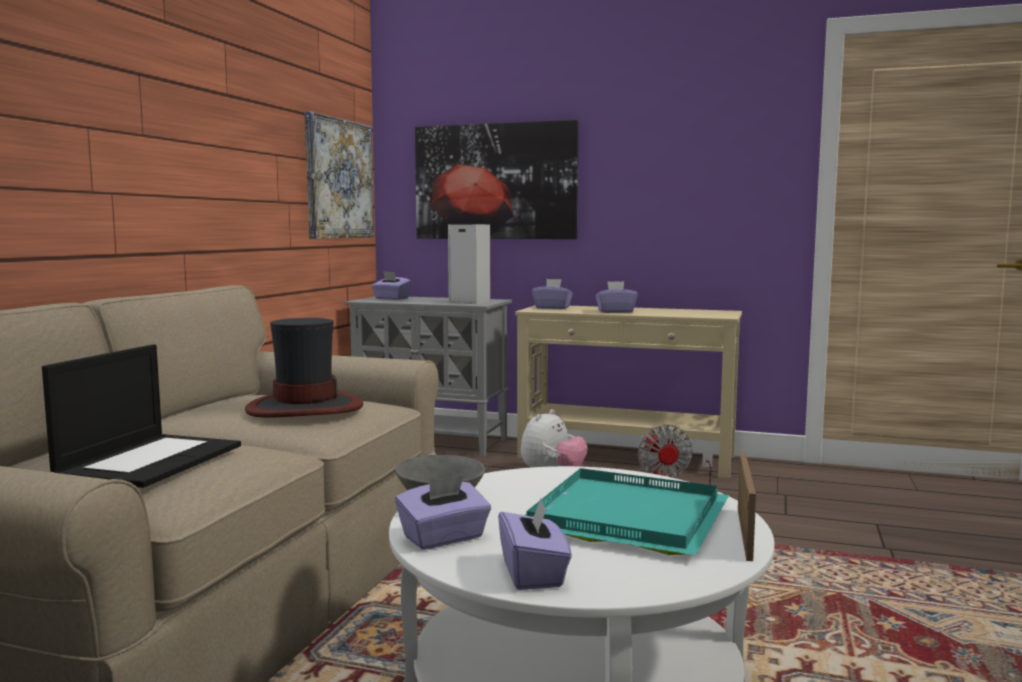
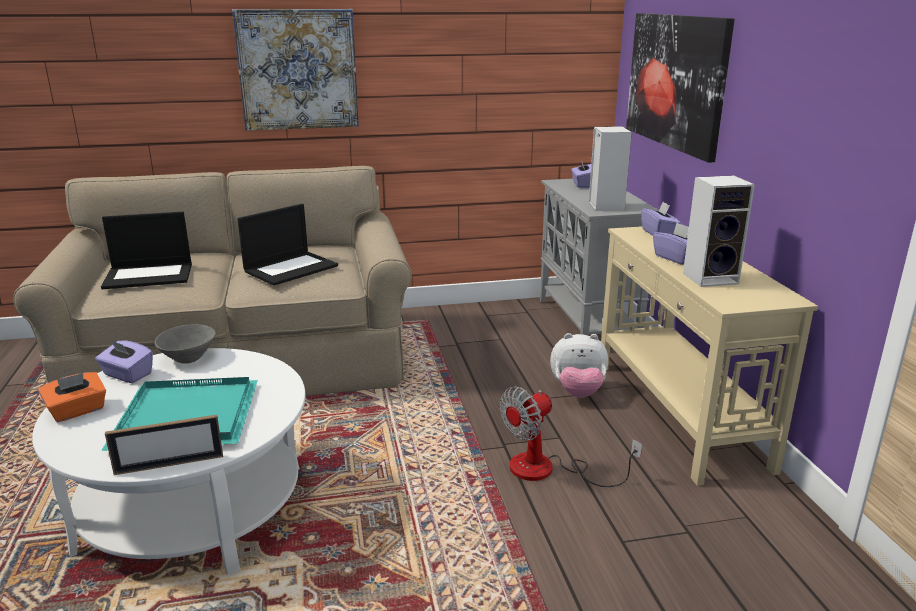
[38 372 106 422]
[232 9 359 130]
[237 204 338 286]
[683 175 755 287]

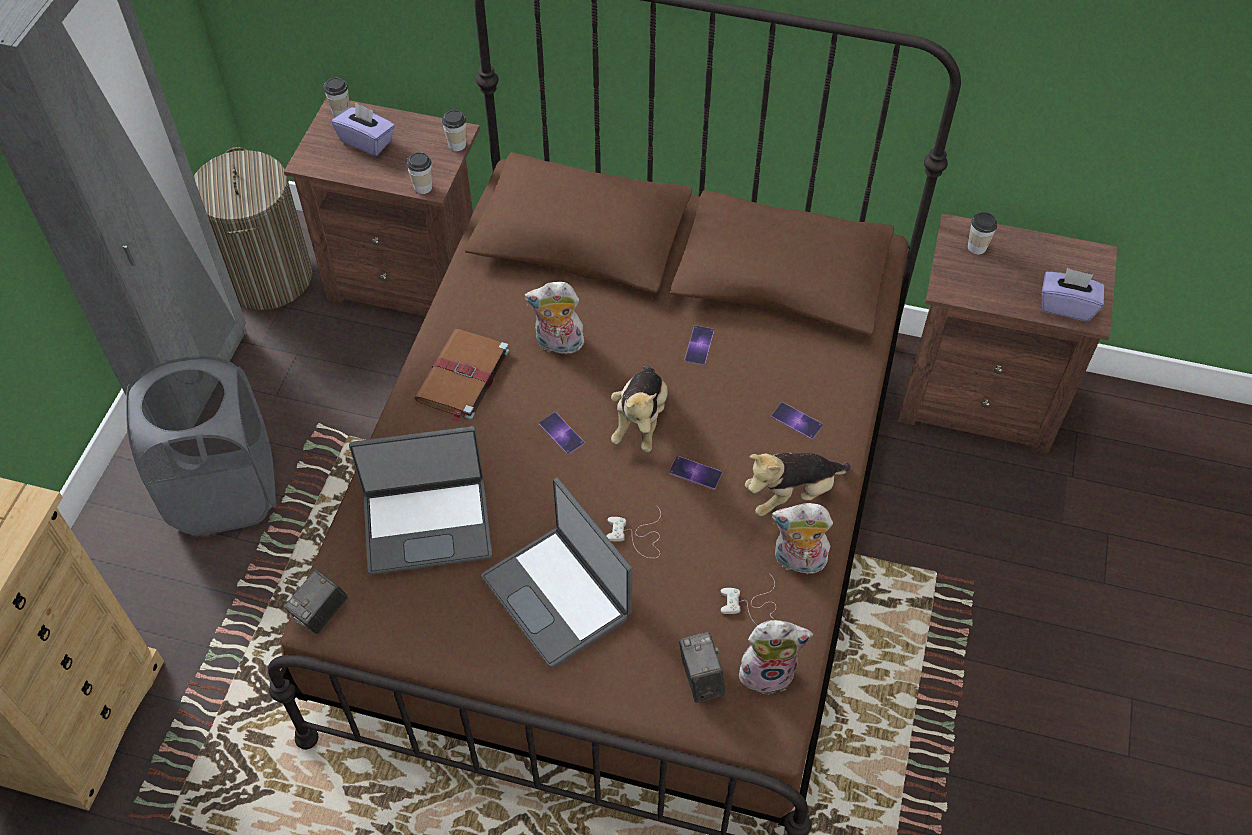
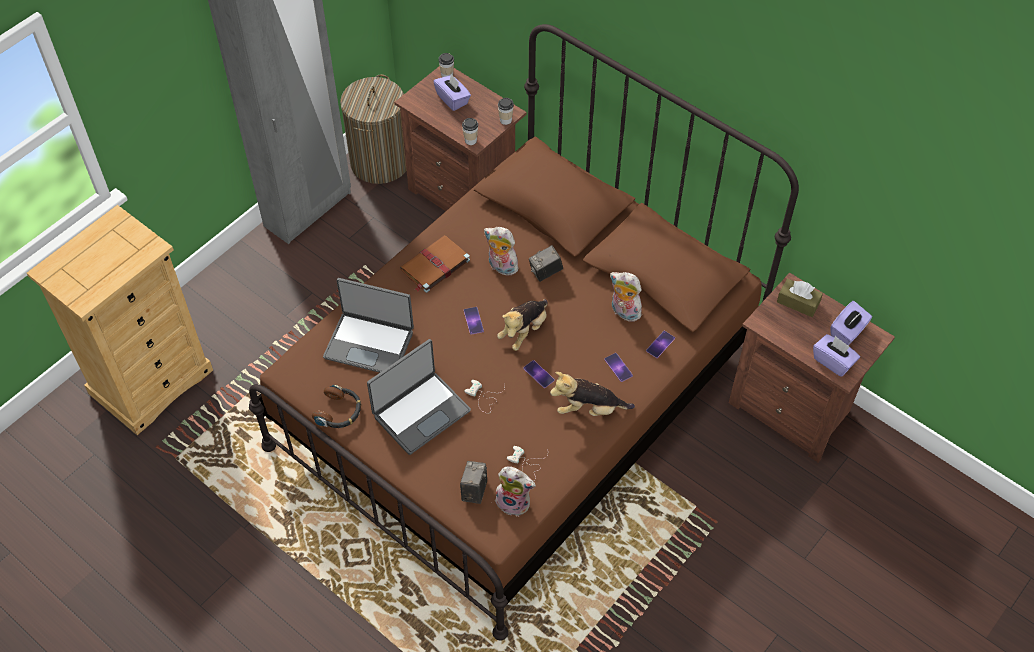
[312 385 361 428]
[367 339 471 455]
[529 245 563 282]
[610 272 642 322]
[646 331 675 358]
[777 279 823 317]
[830 301 872 346]
[126 355 276 535] (first image)

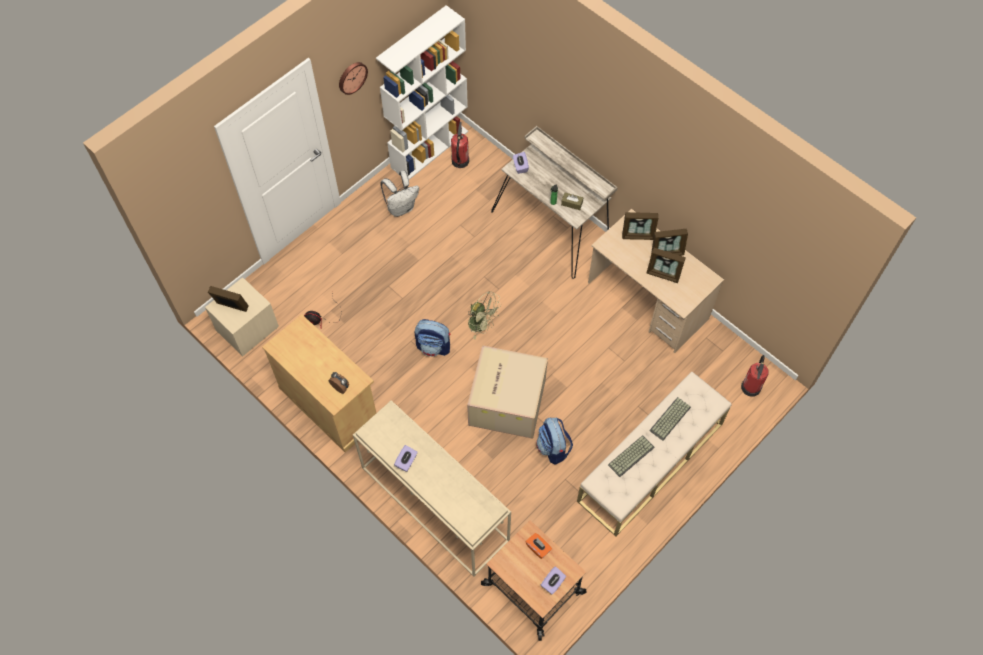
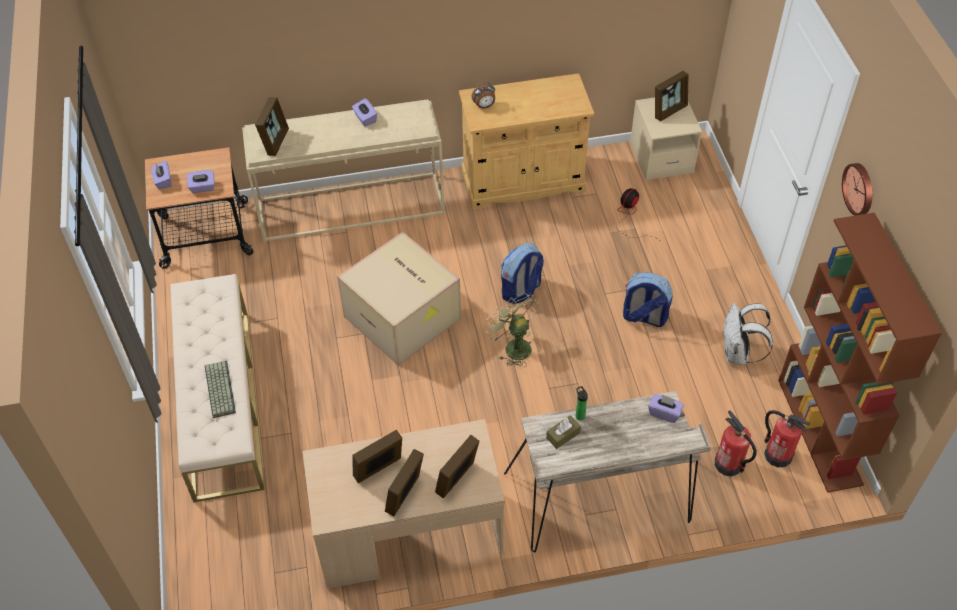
[186 170 215 193]
[255 97 289 156]
[485 292 539 367]
[623 272 672 327]
[715 410 757 476]
[778 212 942 493]
[608 435 655 477] (first image)

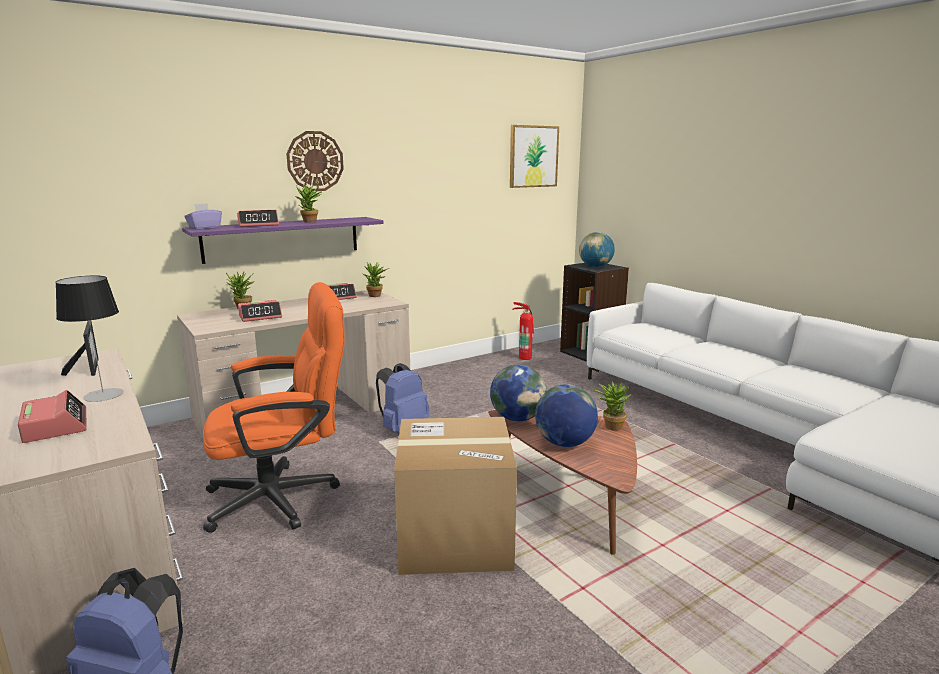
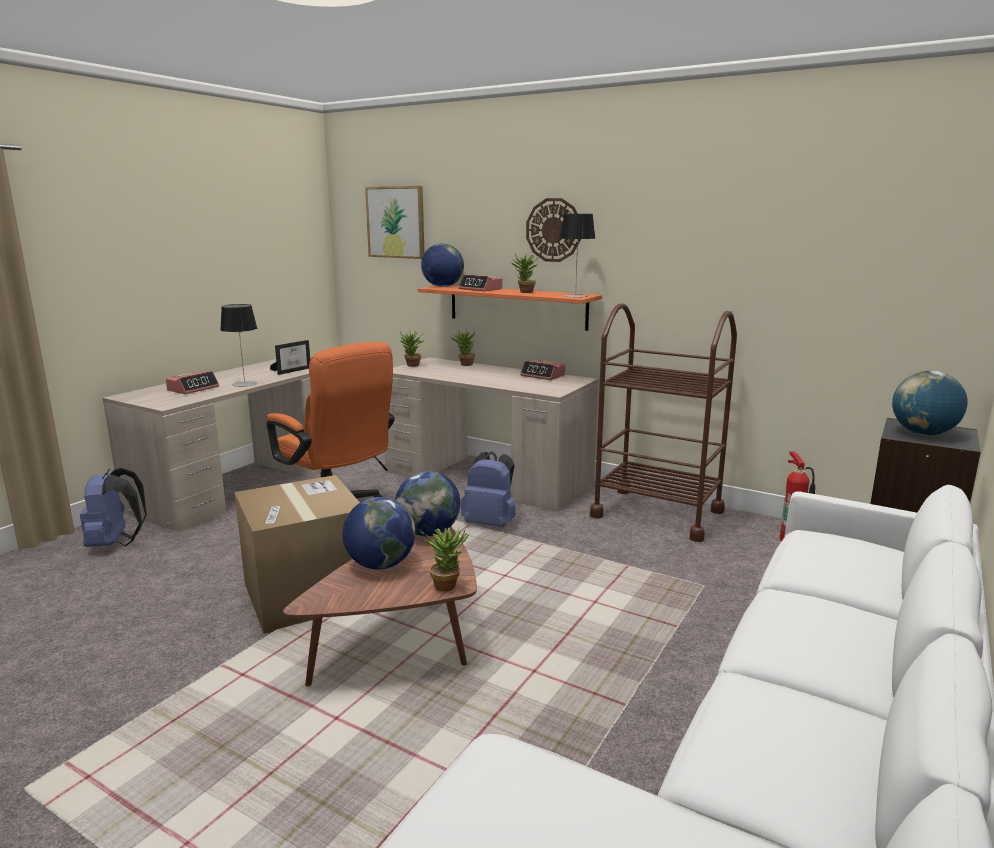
[365 186 424 259]
[400 330 425 367]
[418 285 602 331]
[421 243 464 287]
[560 214 595 297]
[590 303 737 542]
[238 300 282 322] (first image)

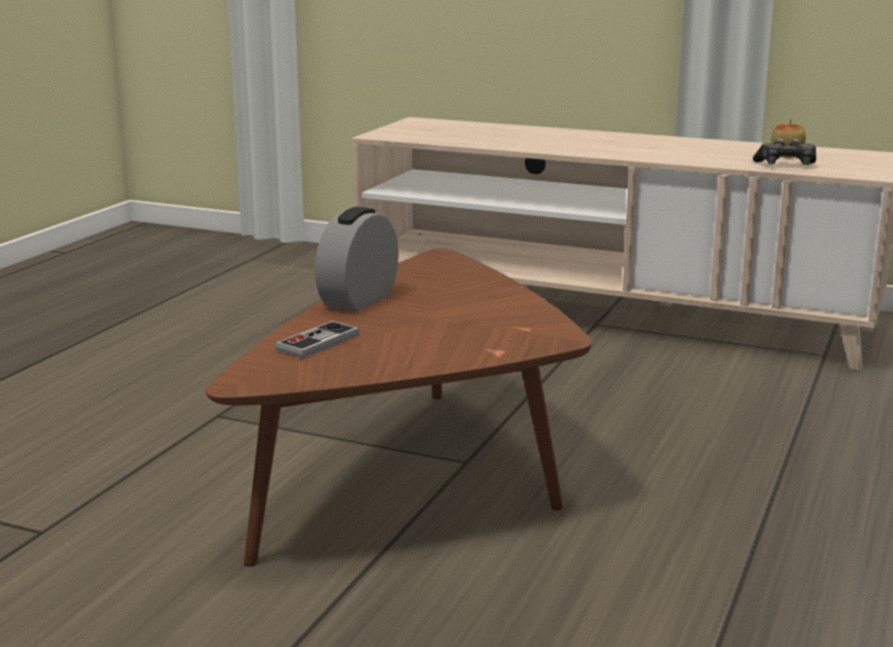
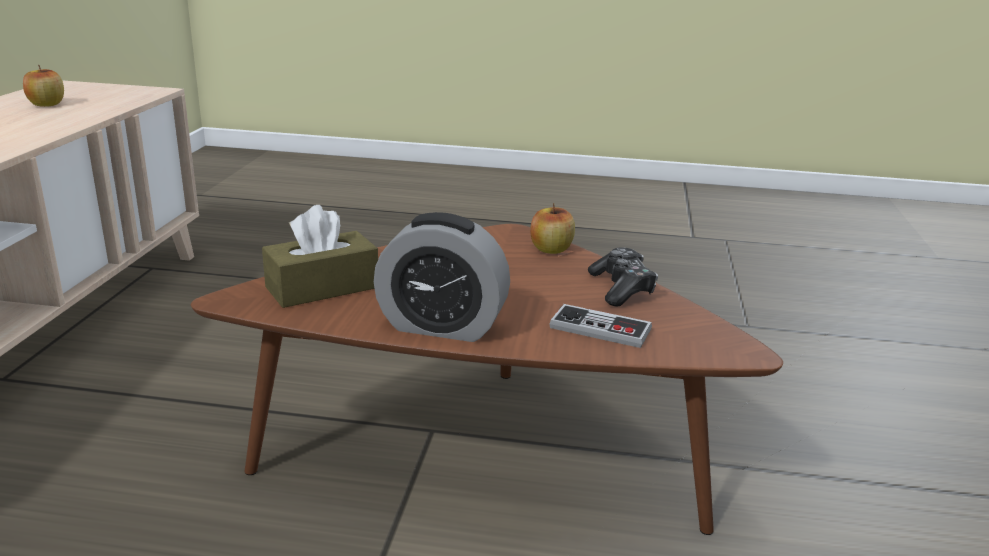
[262 205 378 308]
[530 203 575 254]
[588 247 658 306]

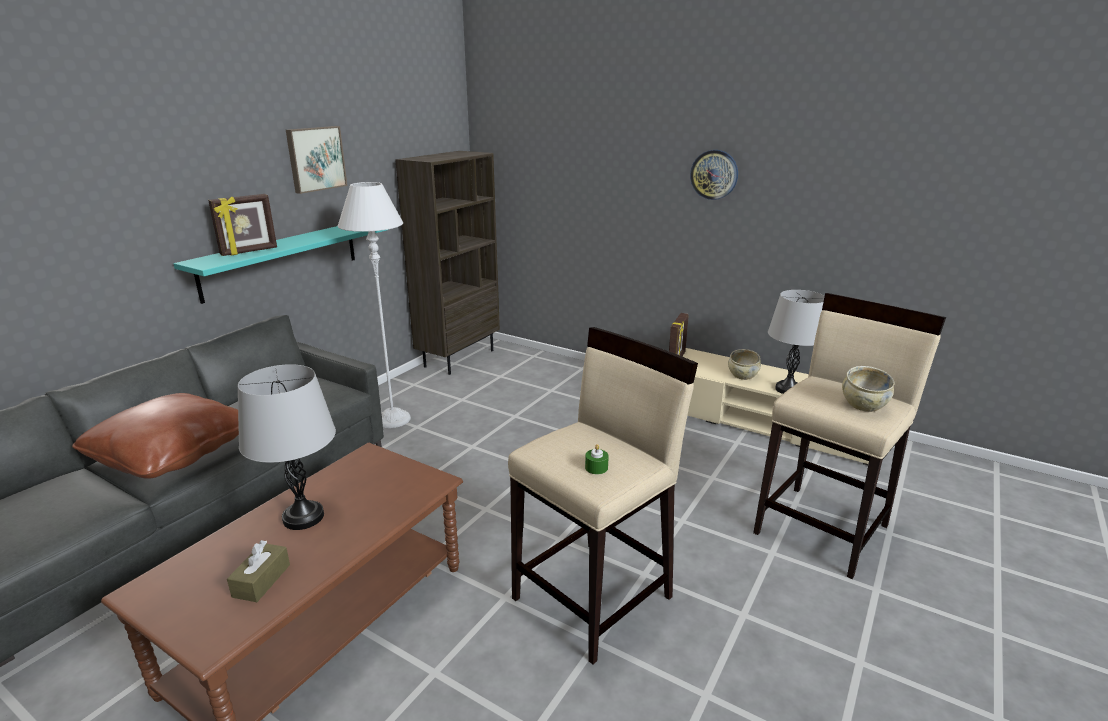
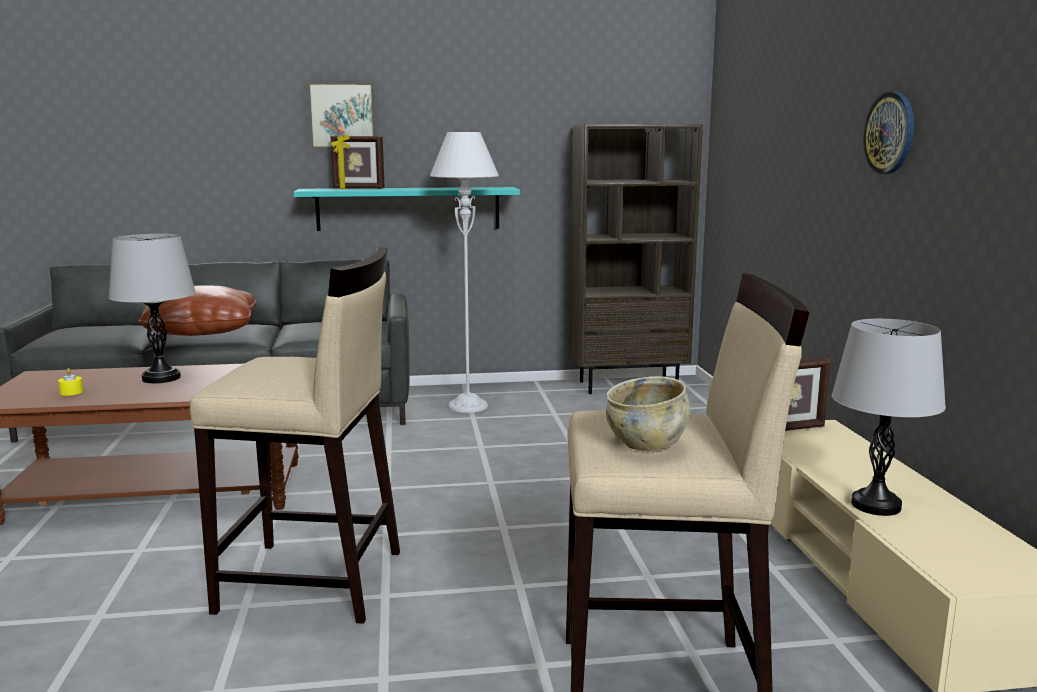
[58 368 83 396]
[308 83 375 148]
[585 444 609 474] (first image)
[728 349 761 380] (first image)

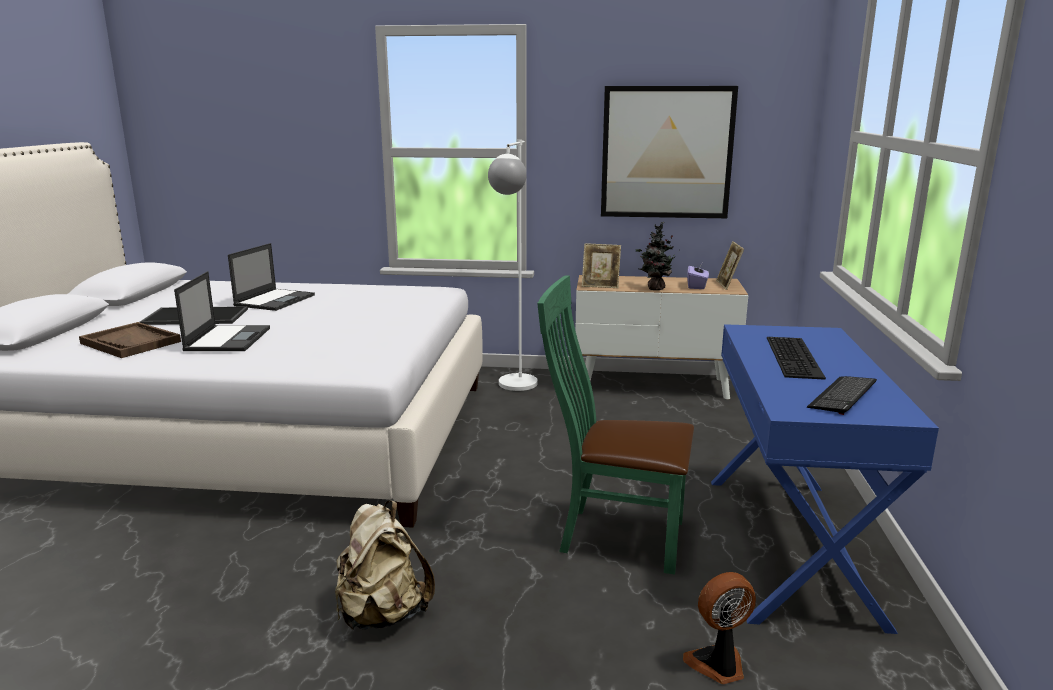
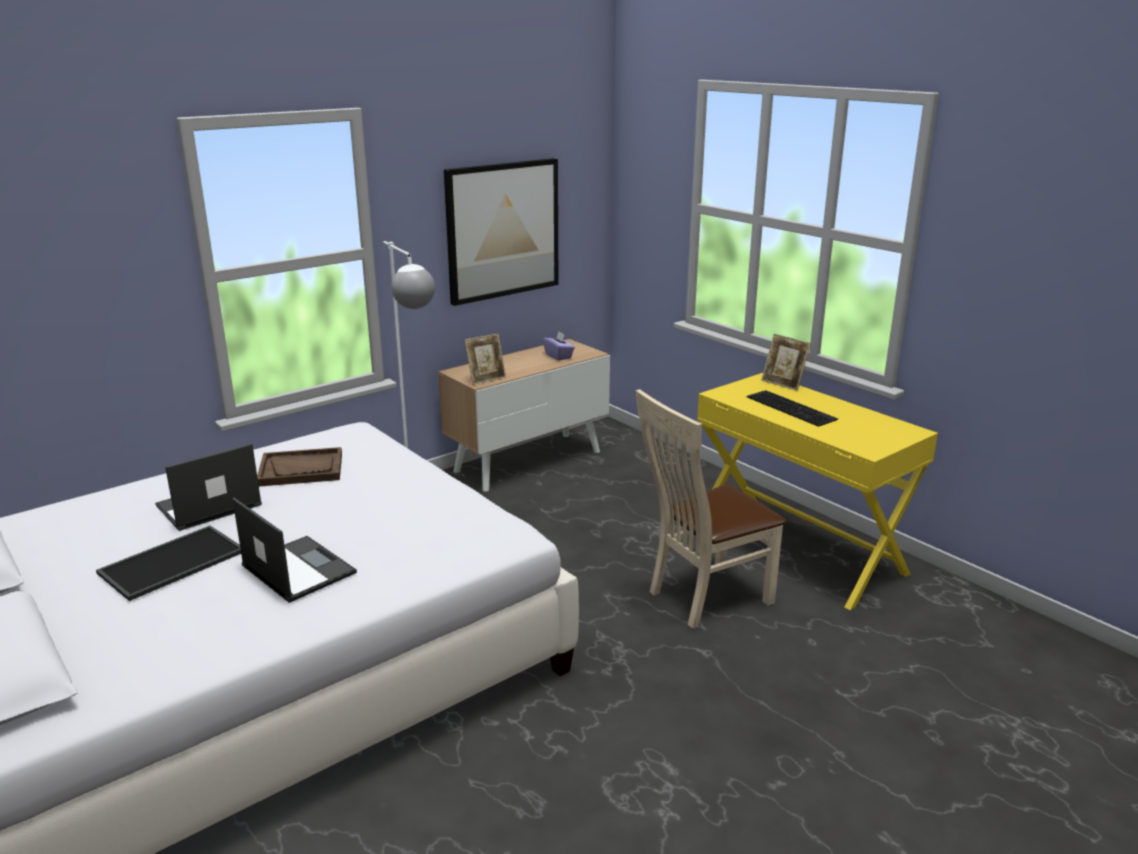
[155 443 262 531]
[257 447 342 487]
[636 389 787 629]
[697 373 938 610]
[761 333 811 391]
[335 500 435 630] (first image)
[636 222 675 290] (first image)
[683 572 756 684] (first image)
[807 376 877 415] (first image)

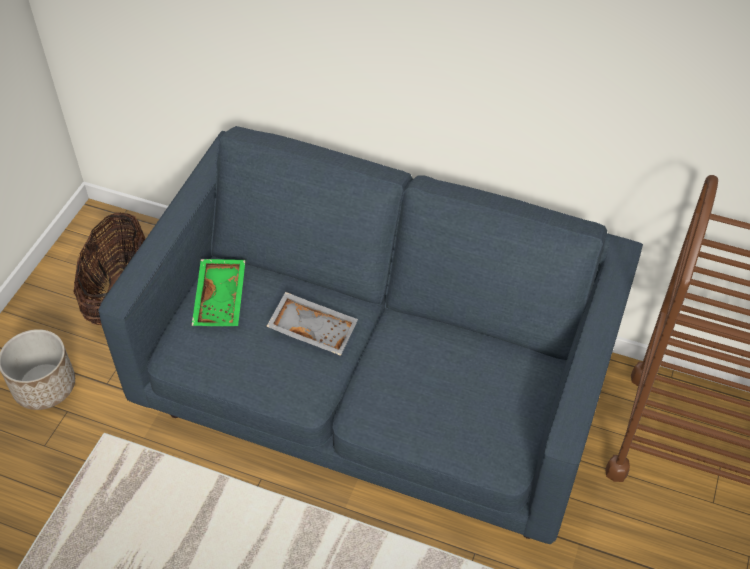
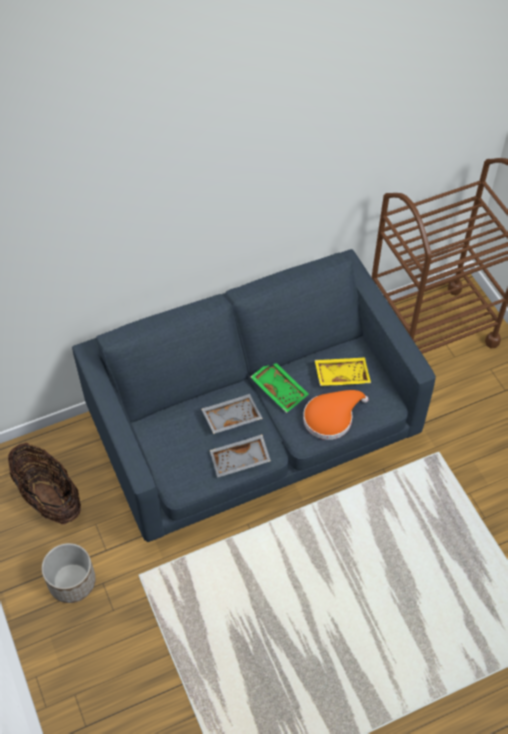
[210 434 271 478]
[250 363 309 413]
[303 390 369 440]
[315 357 371 386]

